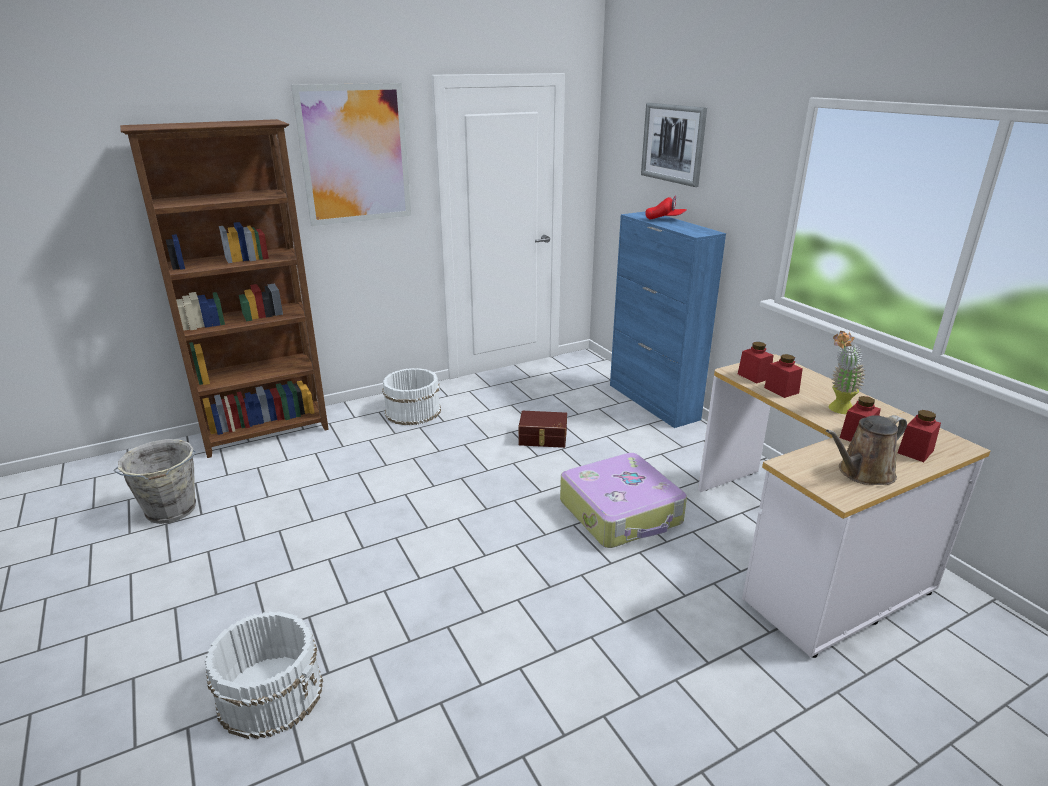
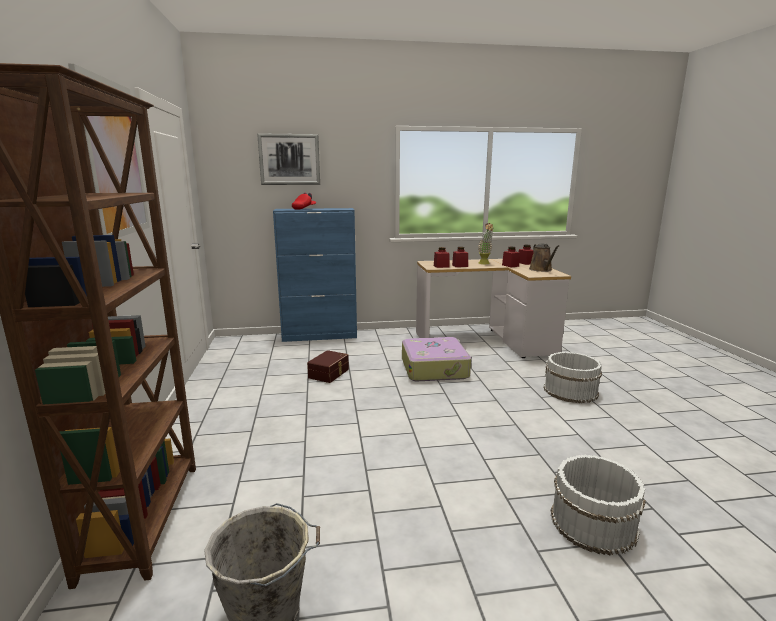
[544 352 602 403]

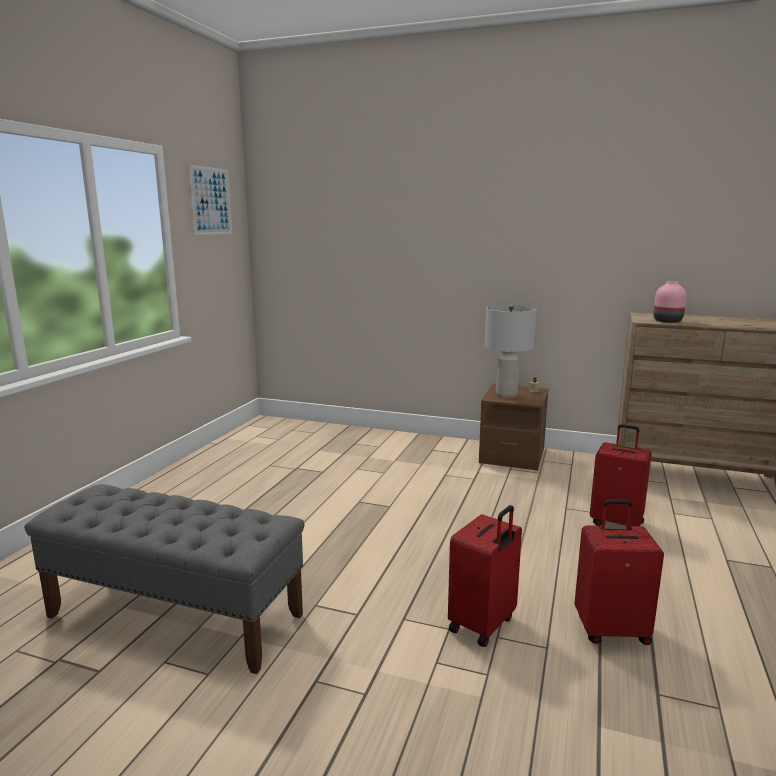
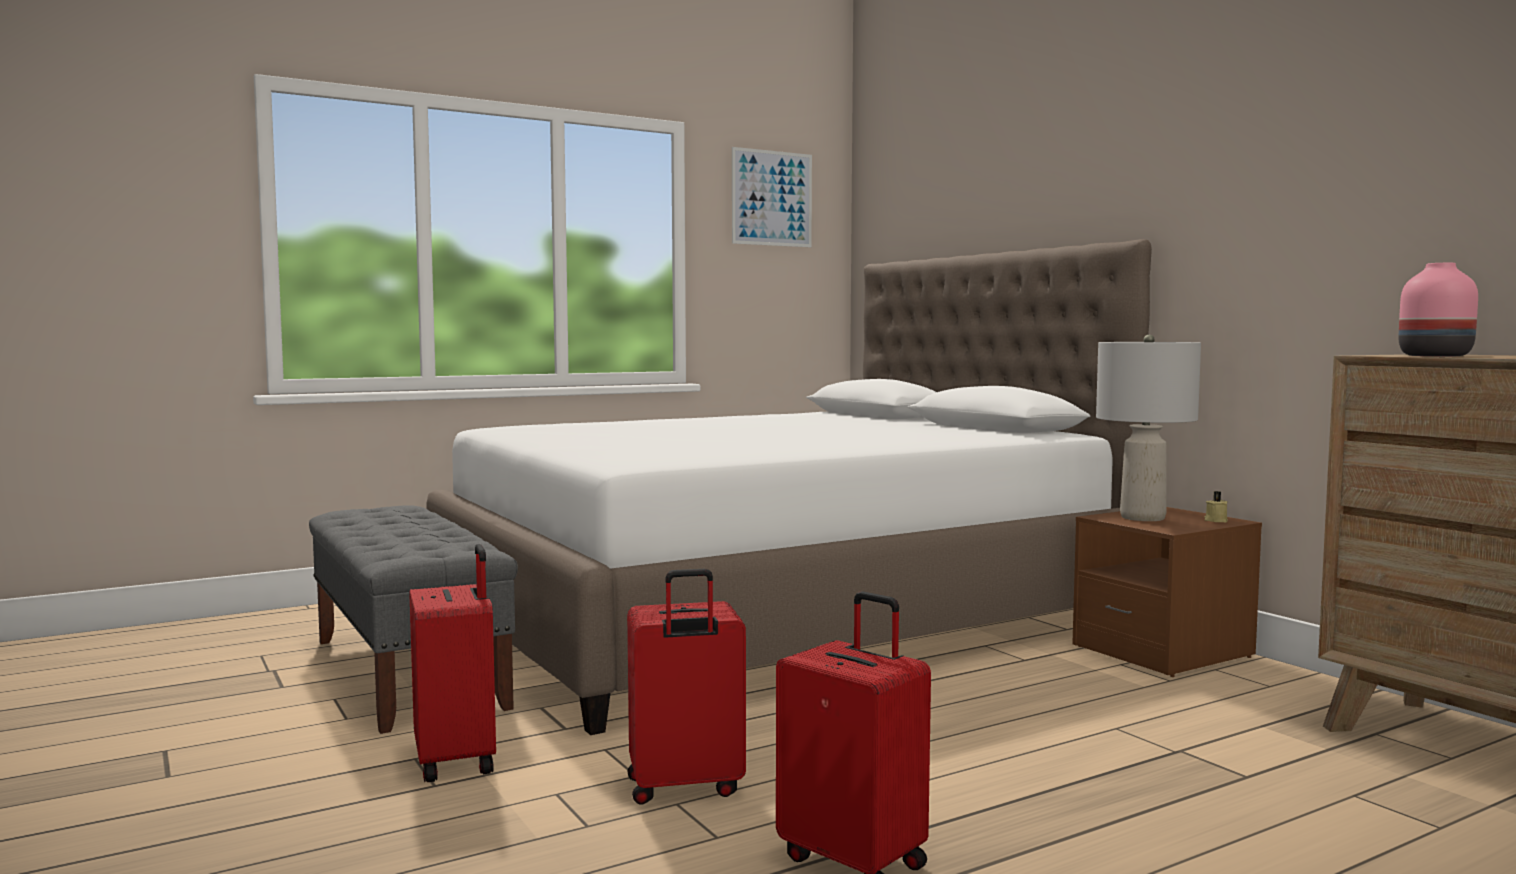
[410 544 496 782]
[426 239 1152 735]

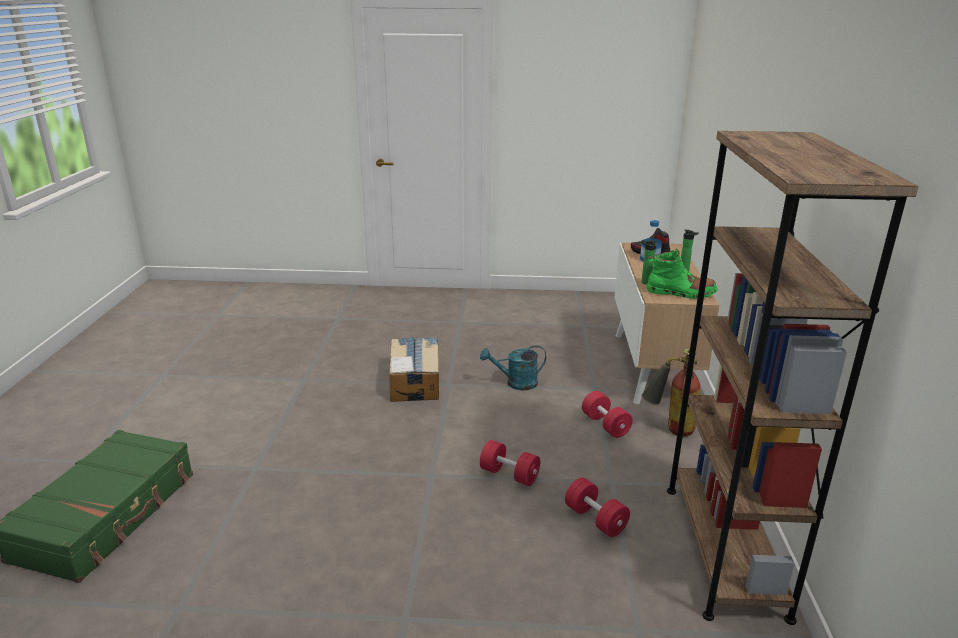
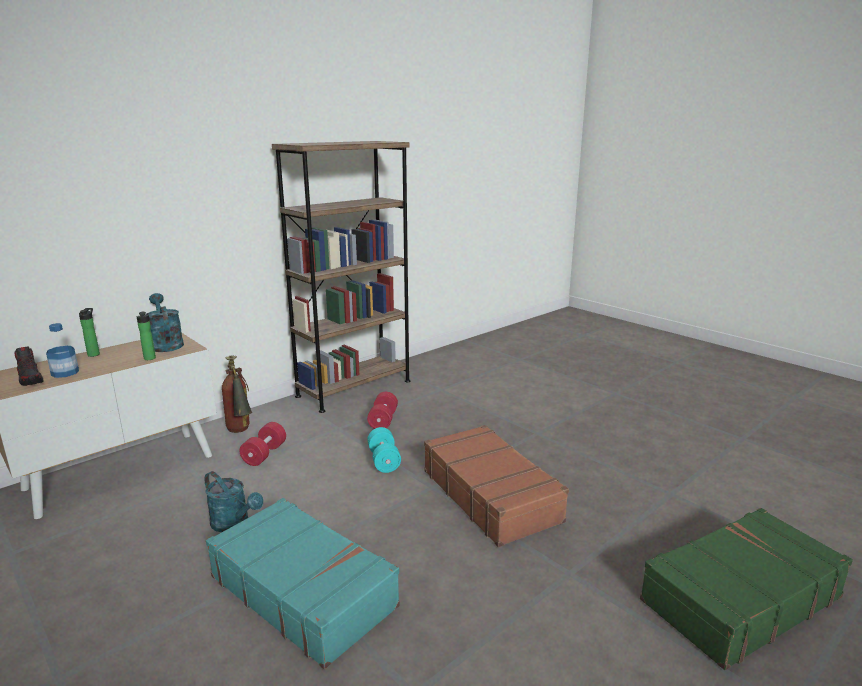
[145 293 184 352]
[206 498 400 669]
[367 427 401 473]
[424 425 569 547]

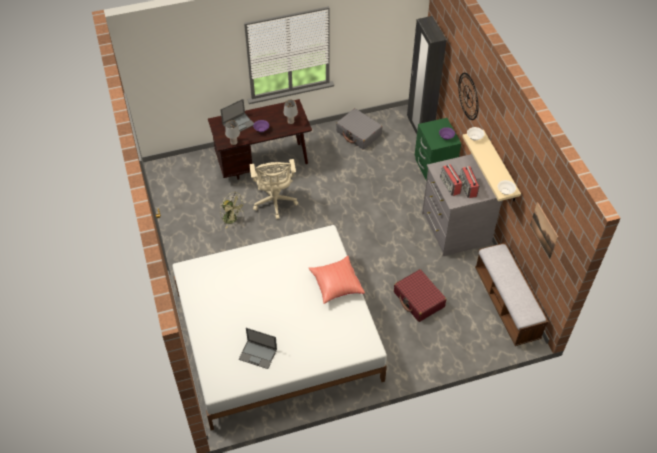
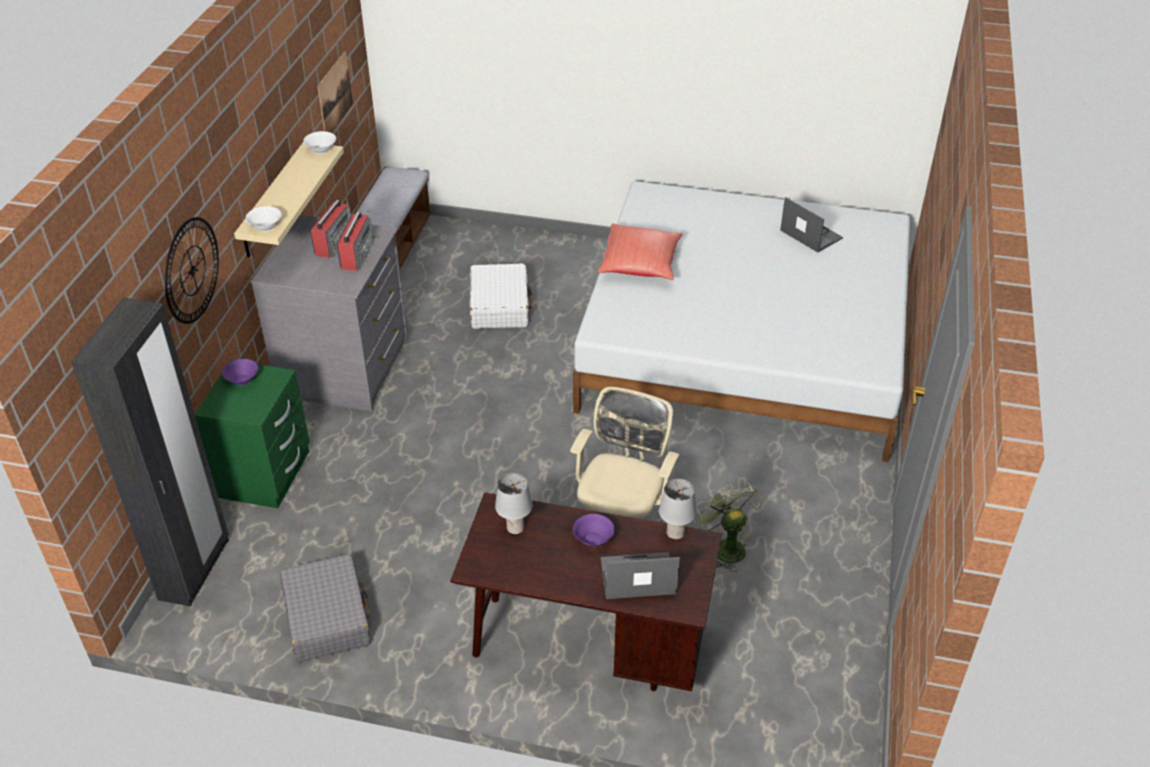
[469 263 532 329]

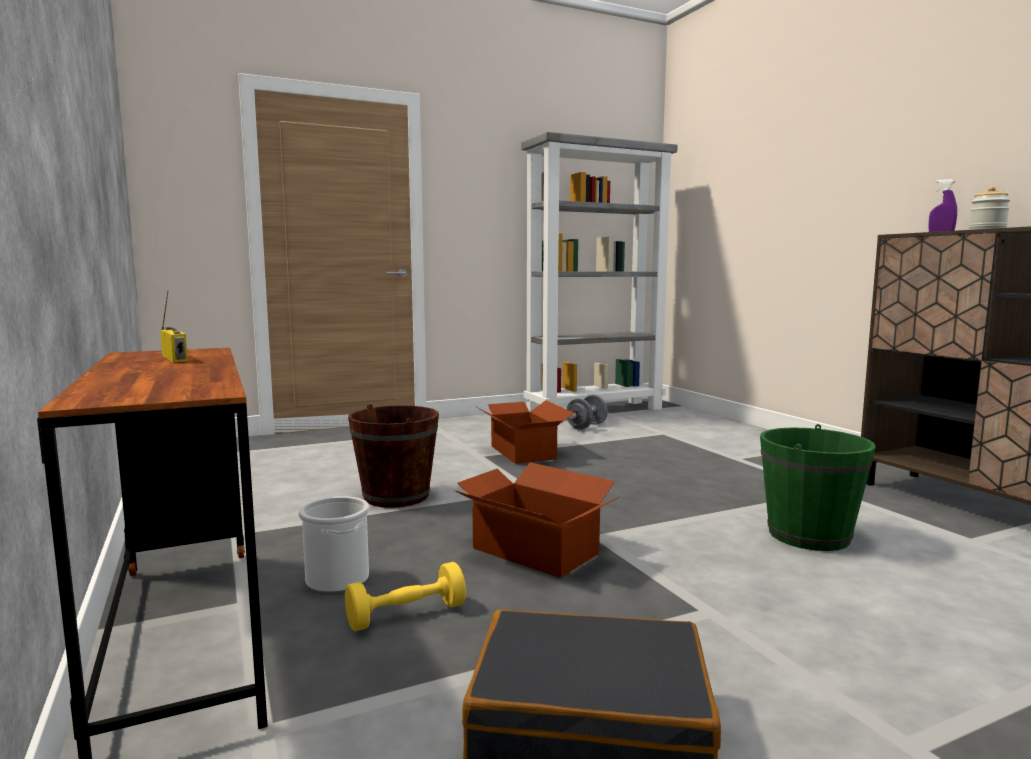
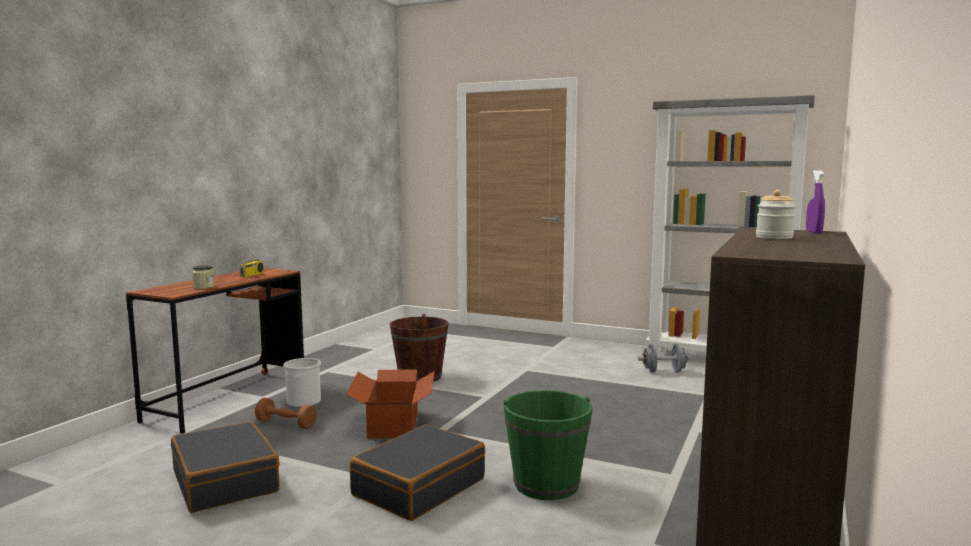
[192 265 215 289]
[255 398 317 429]
[350 424 485 521]
[475 400 574 464] (first image)

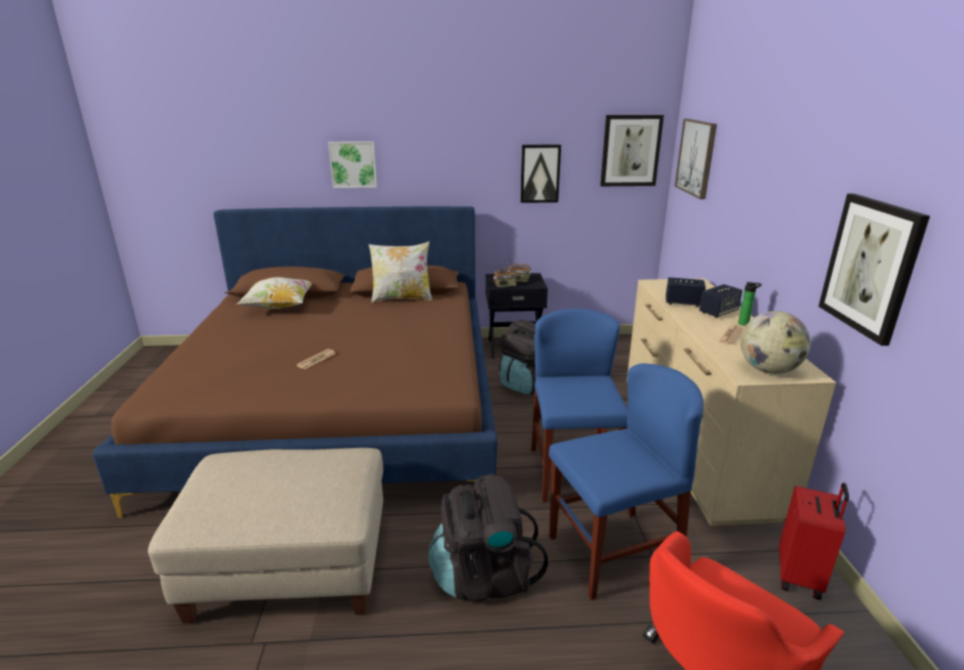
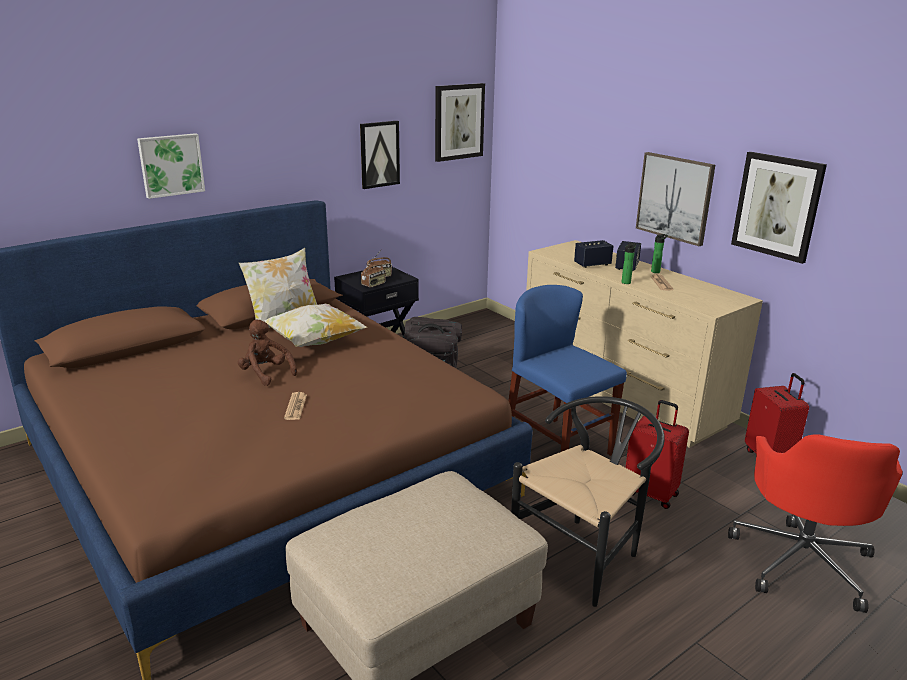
[238 319 297 386]
[264 304 367 347]
[511 396 665 607]
[622 243 636 284]
[625 400 689 509]
[636 152 715 246]
[740 311 811 374] (first image)

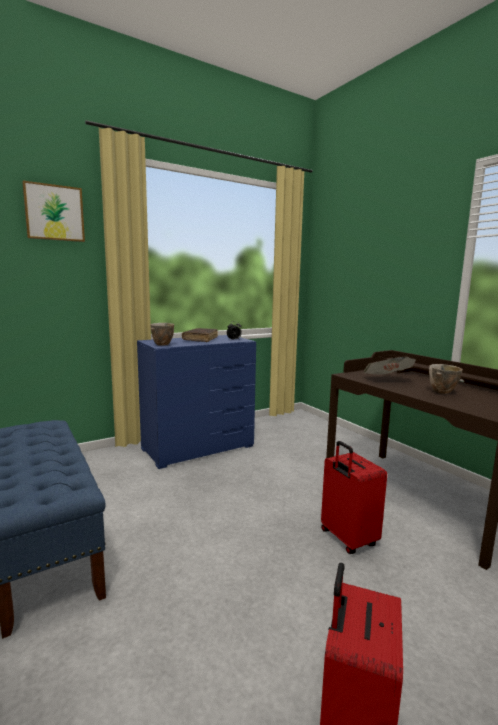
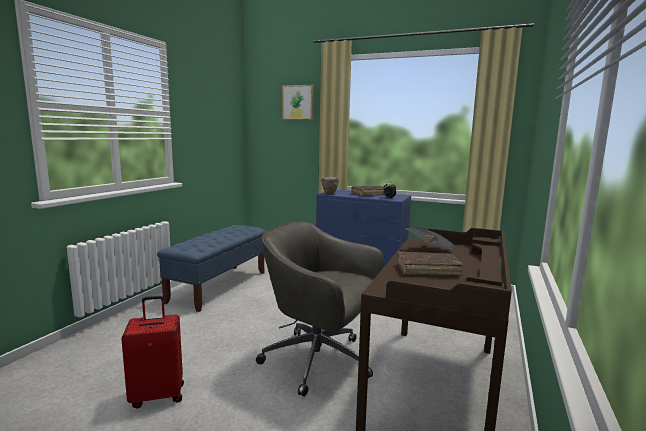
[256 222 384 397]
[397 252 463 276]

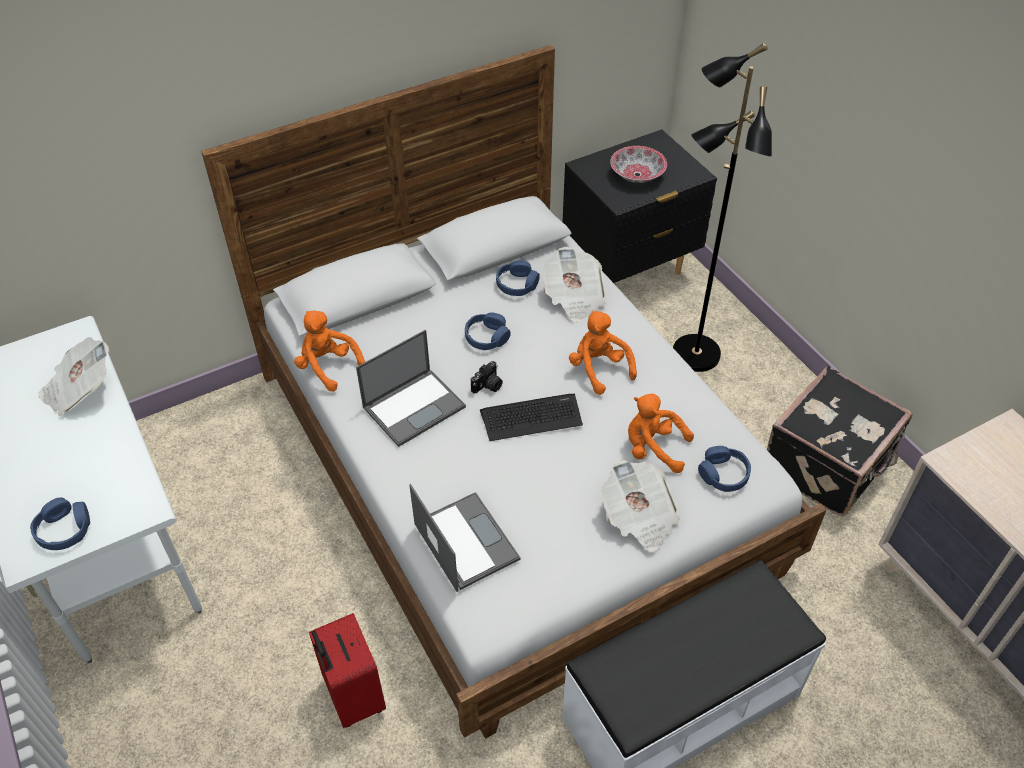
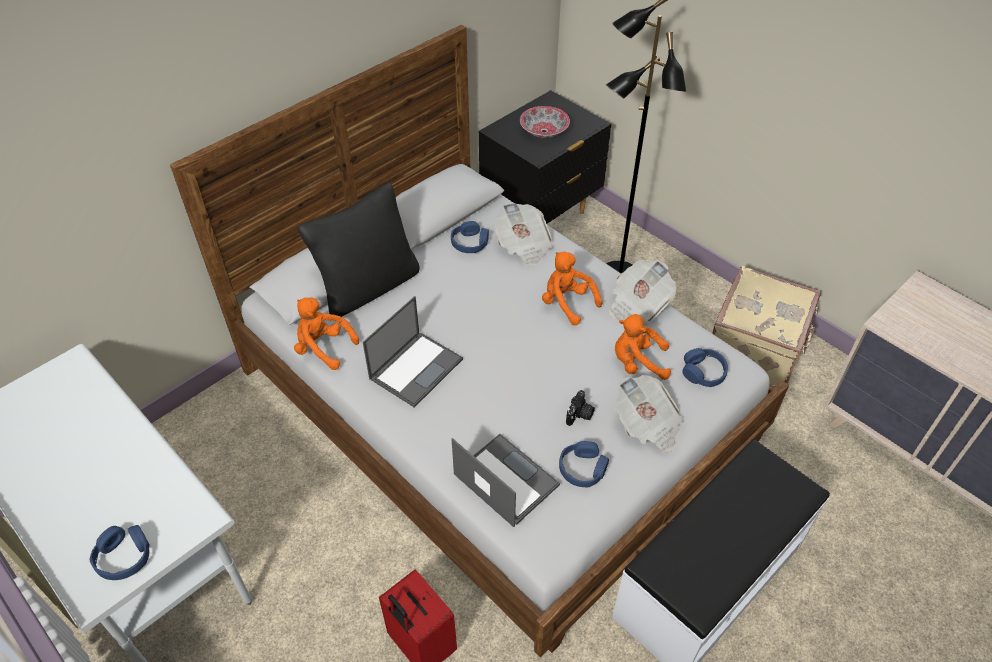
[297 183 420 317]
[559 441 609 487]
[566 390 595 426]
[609 260 676 326]
[712 266 821 387]
[480 394 583 441] (first image)

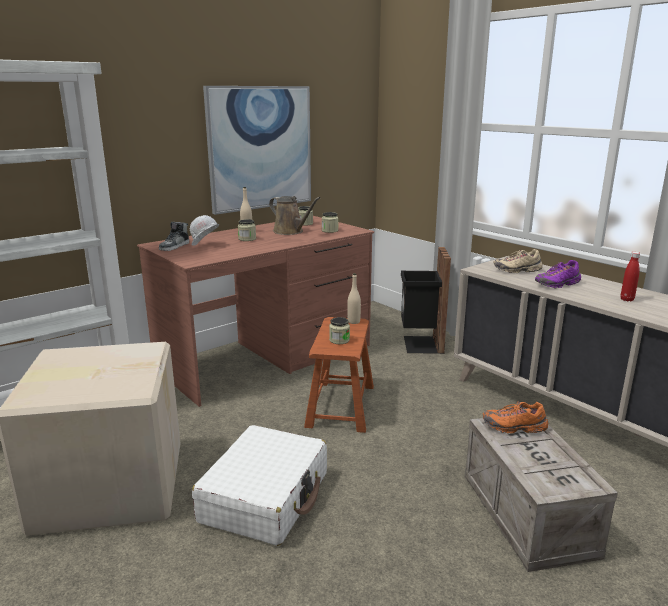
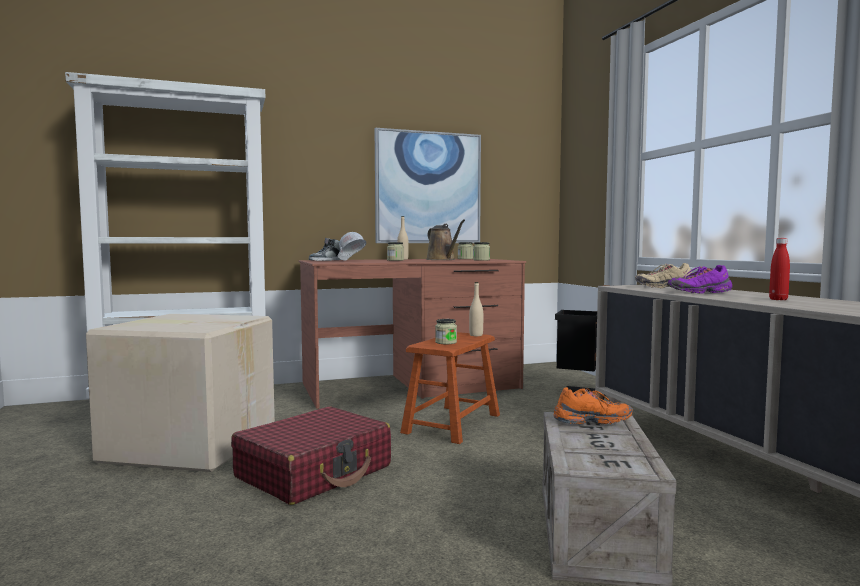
[231 406 391 505]
[554 387 633 424]

